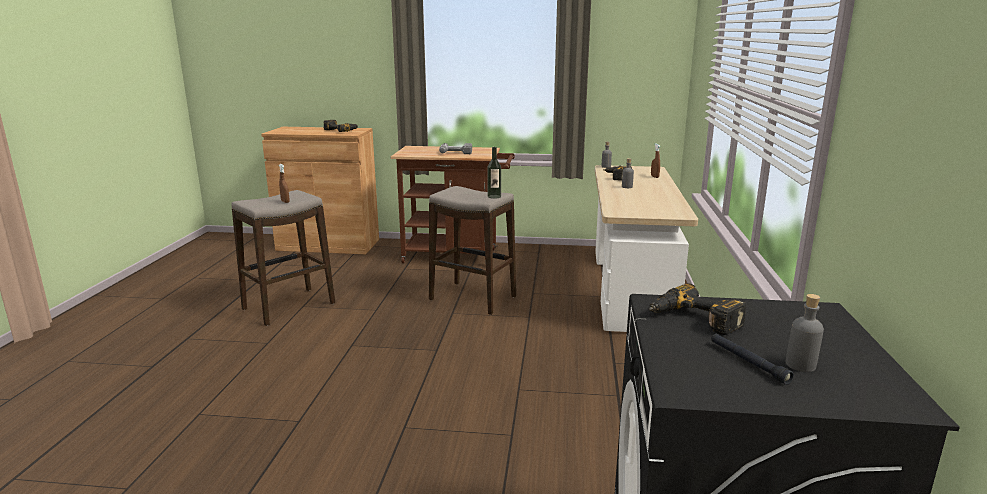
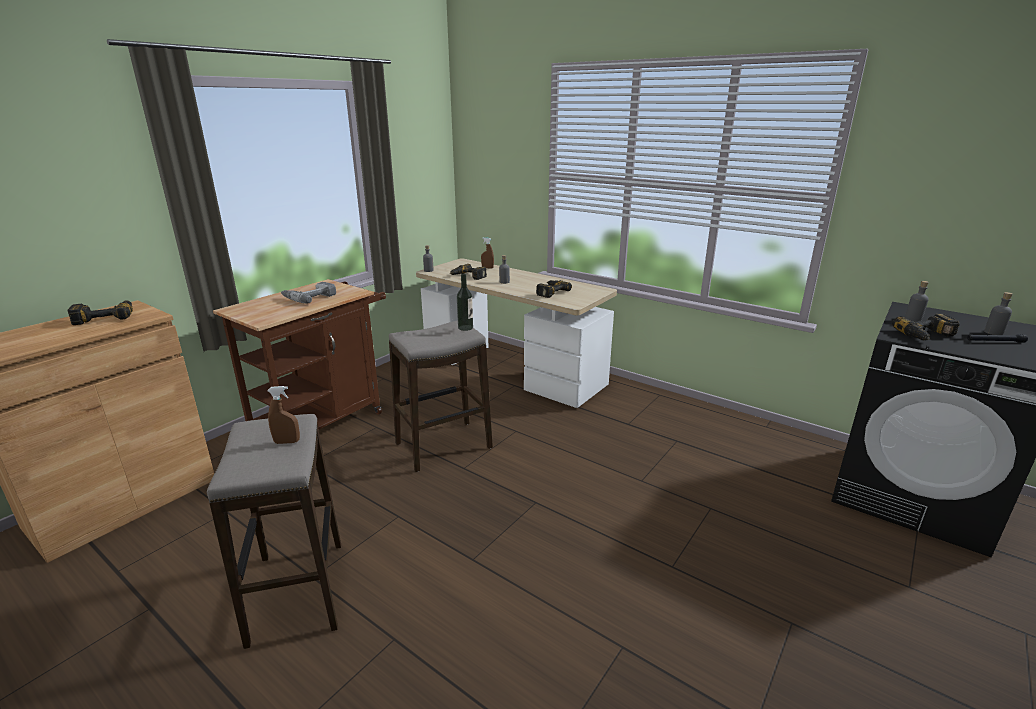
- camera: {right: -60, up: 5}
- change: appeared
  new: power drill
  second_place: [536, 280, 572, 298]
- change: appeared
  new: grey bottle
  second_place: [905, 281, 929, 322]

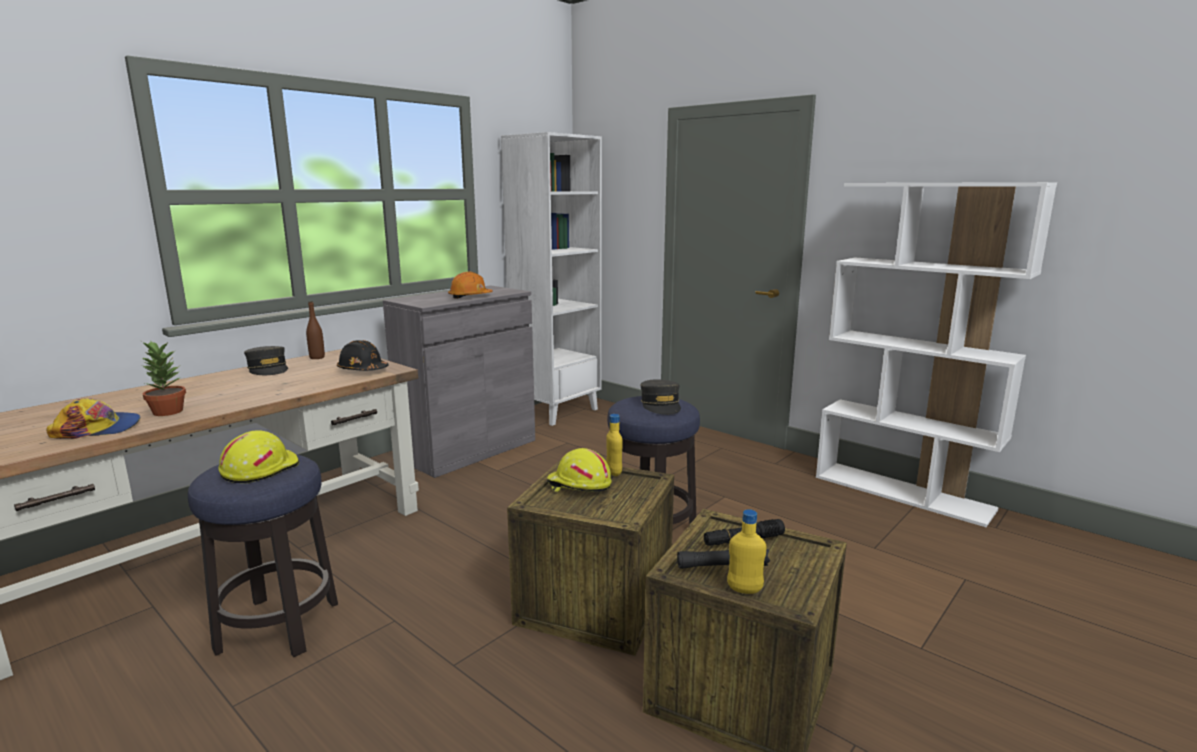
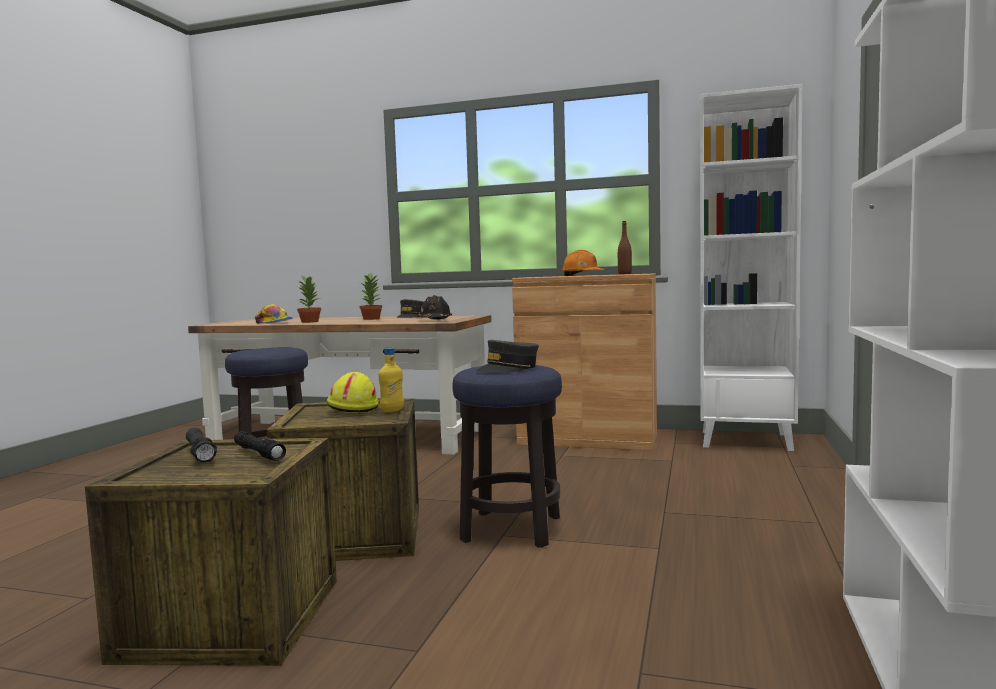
- camera: {right: 65, up: -10}
- change: colour
  old: grey cabinet
  new: brown cabinet
  first_place: [383, 285, 535, 478]
  second_place: [512, 273, 657, 451]
- change: relocated
  old: brown bottle
  first_place: [306, 301, 325, 359]
  second_place: [618, 221, 632, 275]
- change: missing
  old: yellow hard hat
  first_place: [218, 431, 299, 483]
- change: missing
  old: yellow bottle
  first_place: [727, 509, 766, 594]
- change: appeared
  new: potted plant
  second_place: [360, 273, 382, 320]

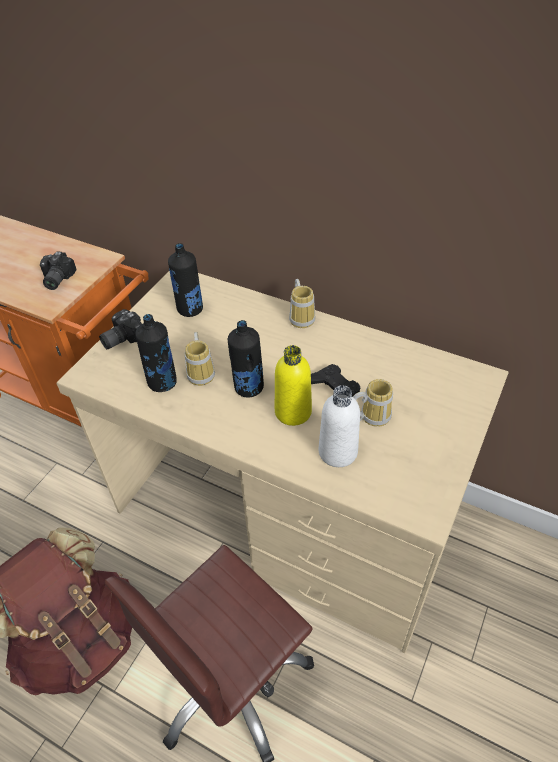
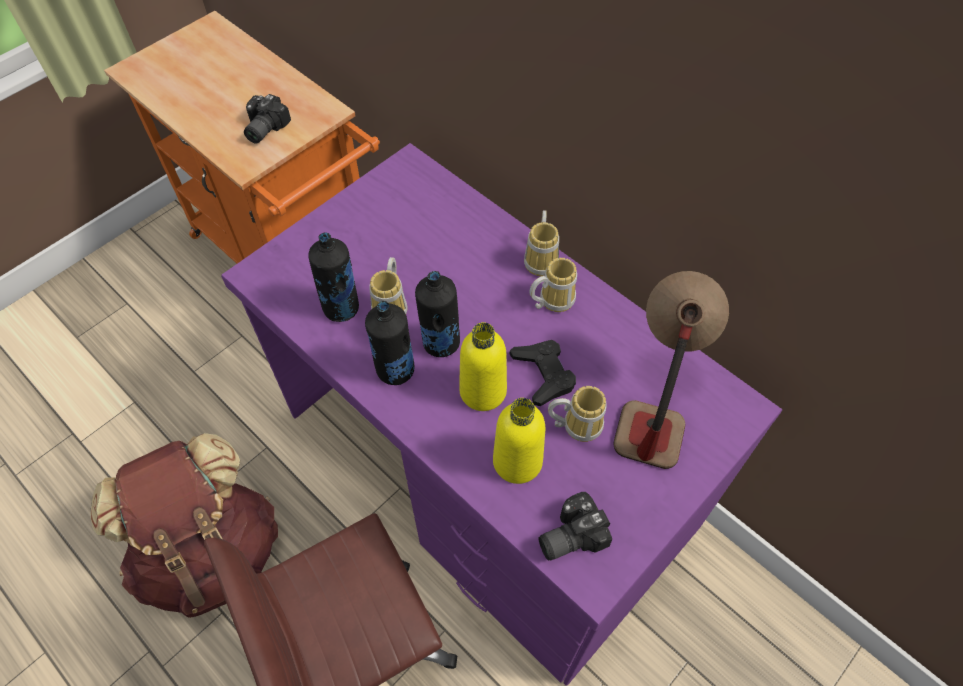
- camera: {right: 15, up: 10}
- change: relocated
  old: black bottle
  first_place: [168, 243, 203, 317]
  second_place: [365, 301, 414, 385]
- change: colour
  old: beige desk
  new: purple desk
  first_place: [57, 271, 509, 653]
  second_place: [221, 143, 782, 685]
- change: relocated
  old: photo camera
  first_place: [99, 309, 142, 349]
  second_place: [538, 492, 612, 561]
- change: colour
  old: white bottle
  new: yellow bottle
  first_place: [319, 385, 360, 467]
  second_place: [493, 398, 545, 484]
- change: appeared
  new: mug
  second_place: [529, 258, 577, 312]
- change: appeared
  new: table lamp
  second_place: [613, 271, 729, 469]

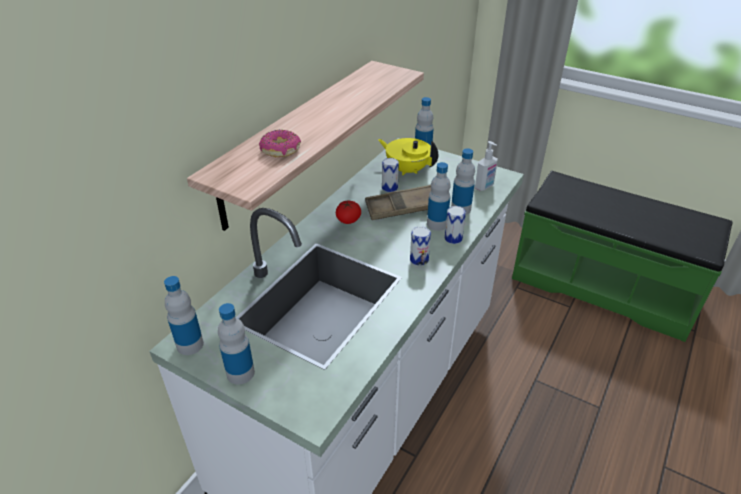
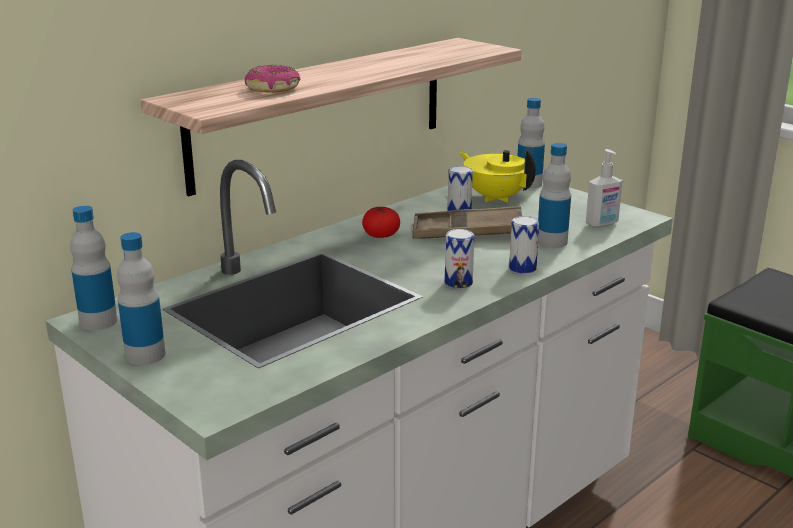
- camera: {right: 15, up: -15}
- change: missing
  old: bottle
  first_place: [427, 162, 451, 231]

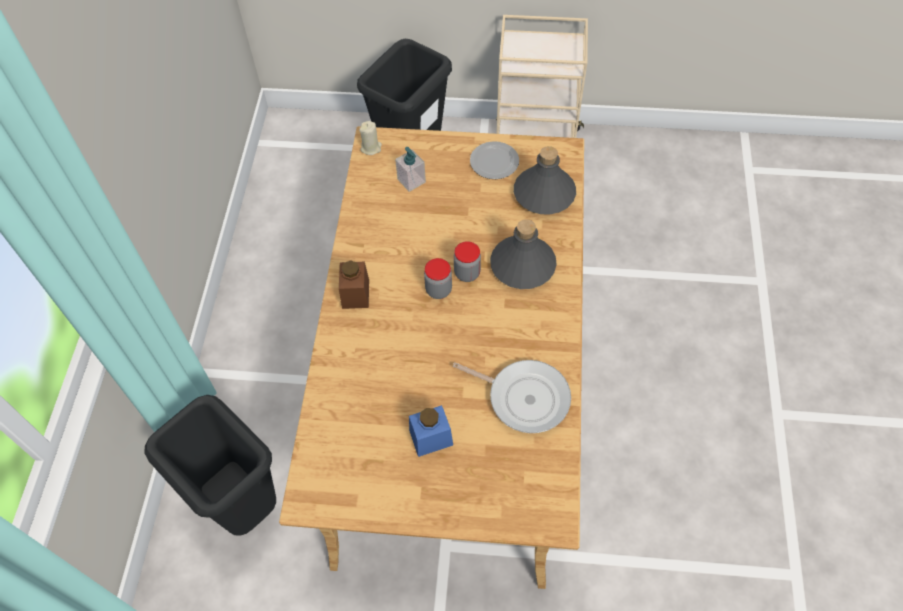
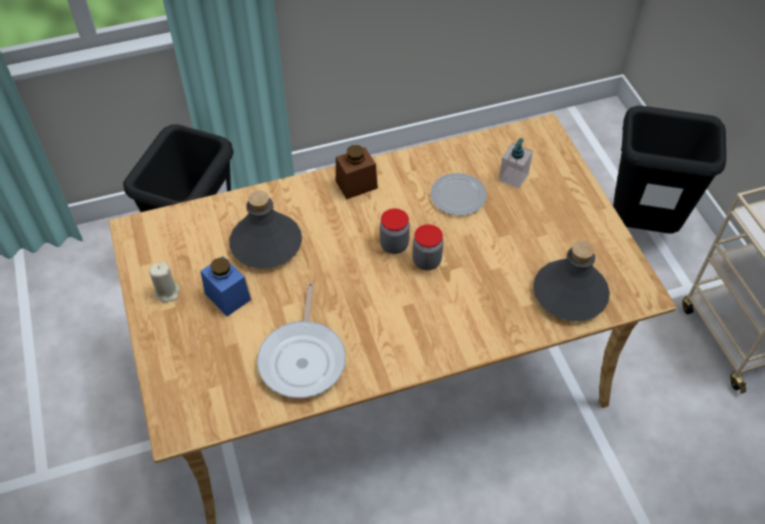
- camera: {right: 65, up: -5}
- change: relocated
  old: beige candle
  first_place: [359, 121, 382, 155]
  second_place: [149, 261, 180, 303]
- change: relocated
  old: plate
  first_place: [470, 141, 519, 179]
  second_place: [430, 173, 487, 216]
- change: relocated
  old: grey bottle
  first_place: [490, 219, 557, 289]
  second_place: [229, 191, 302, 269]

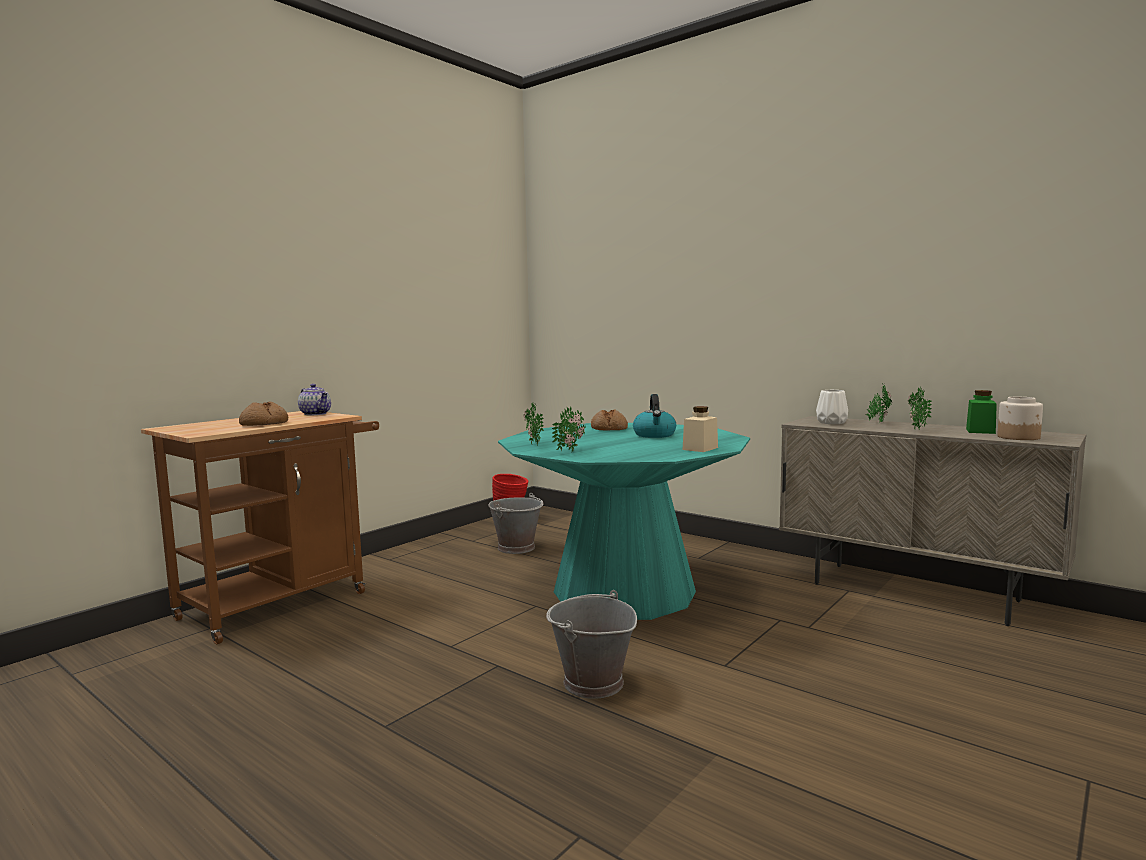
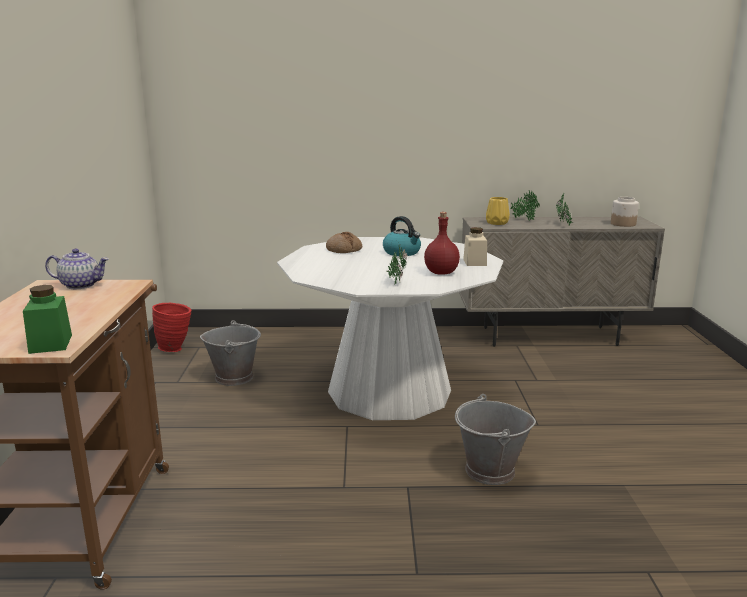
- camera: {right: -40, up: 10}
- change: colour
  old: white vase
  new: yellow vase
  first_place: [816, 390, 848, 424]
  second_place: [486, 197, 510, 225]
- change: relocated
  old: green jar
  first_place: [966, 390, 997, 434]
  second_place: [23, 285, 72, 354]
- change: missing
  old: bread
  first_place: [239, 402, 288, 426]
- change: missing
  old: potted plant
  first_place: [523, 402, 544, 446]
- change: colour
  old: turquoise dining table
  new: white dining table
  first_place: [498, 423, 750, 620]
  second_place: [277, 237, 504, 420]
- change: appeared
  new: red bottle
  second_place: [424, 212, 460, 275]

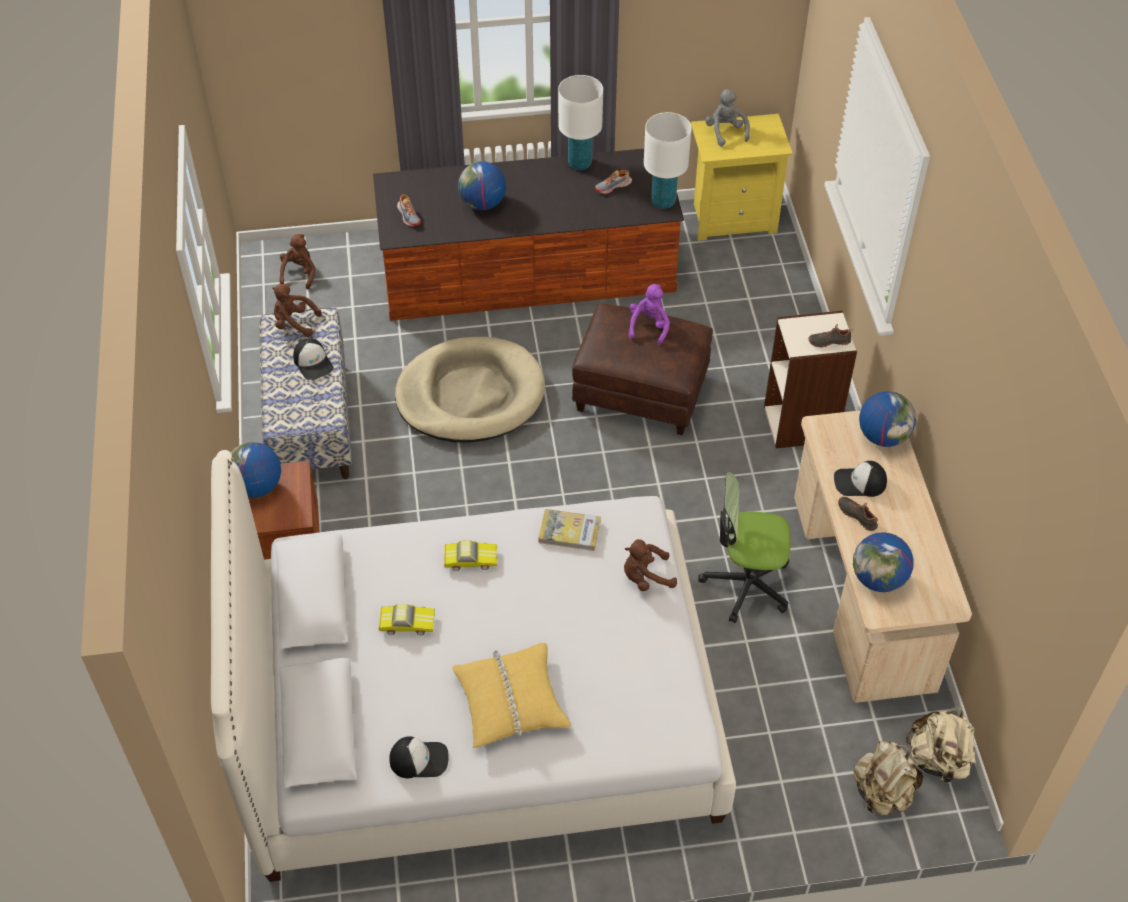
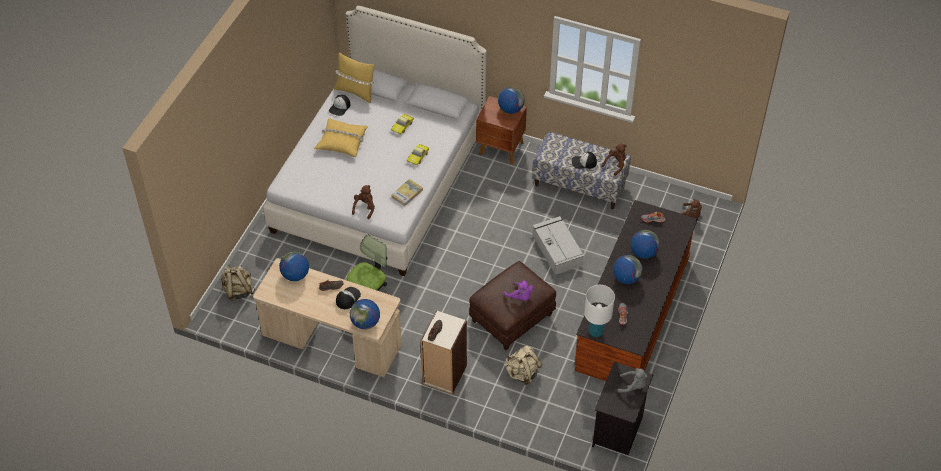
- camera: {right: 120, up: 0}
- change: missing
  old: white table lamp
  first_place: [558, 75, 603, 170]
- change: colour
  old: yellow nightstand
  new: black nightstand
  first_place: [691, 114, 793, 241]
  second_place: [592, 362, 653, 455]
- change: exchanged
  old: beige dog bed
  new: grey storage box
  first_place: [395, 337, 545, 443]
  second_place: [533, 216, 584, 275]
- change: relocated
  old: beige backpack
  first_place: [906, 707, 976, 783]
  second_place: [504, 346, 542, 385]
- change: appeared
  new: yellow pillow
  second_place: [334, 52, 375, 103]
- change: appeared
  new: globe
  second_place: [613, 255, 643, 284]

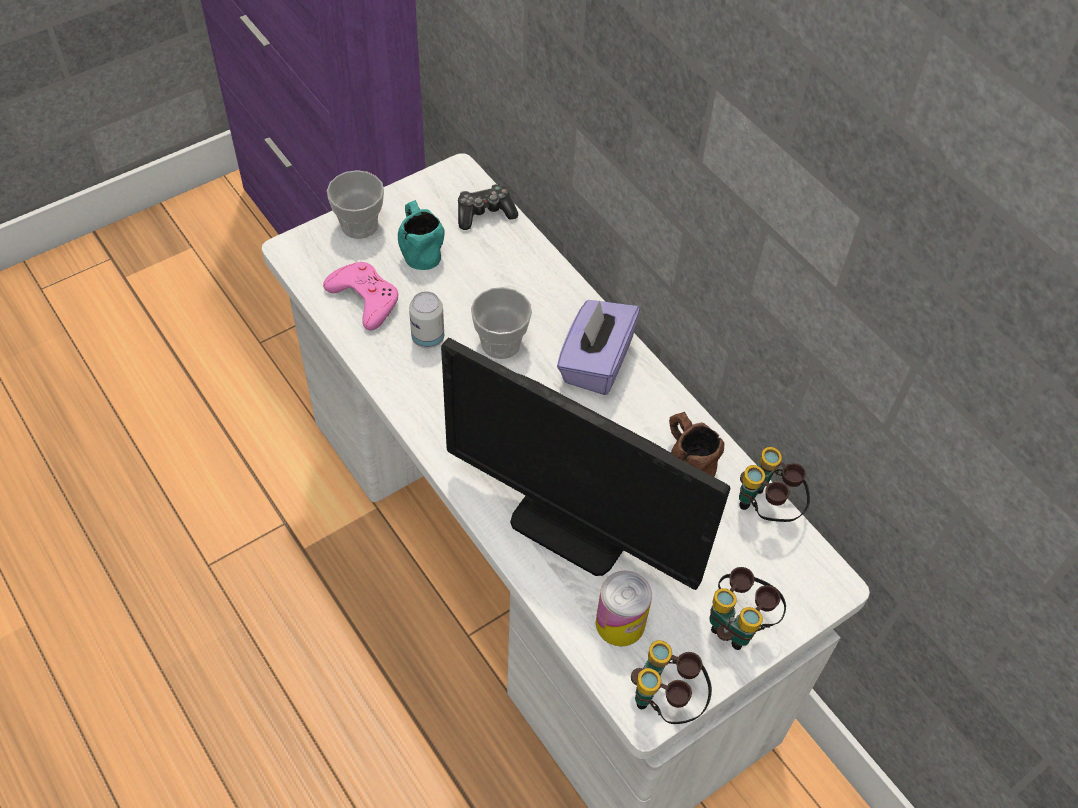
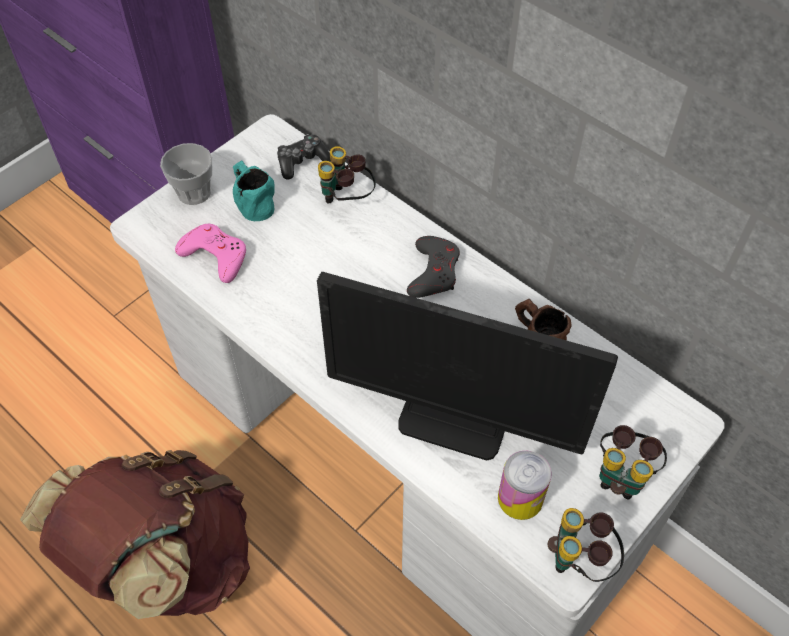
- camera: {right: -10, up: 0}
- change: missing
  old: cup
  first_place: [471, 287, 532, 359]
- change: missing
  old: can
  first_place: [409, 291, 444, 348]
- change: exchanged
  old: purple tissue box
  new: grey game controller
  first_place: [557, 300, 640, 395]
  second_place: [407, 236, 460, 298]
- change: relocated
  old: binoculars
  first_place: [739, 447, 810, 522]
  second_place: [318, 146, 376, 204]
- change: appeared
  new: brown backpack
  second_place: [20, 450, 250, 619]

